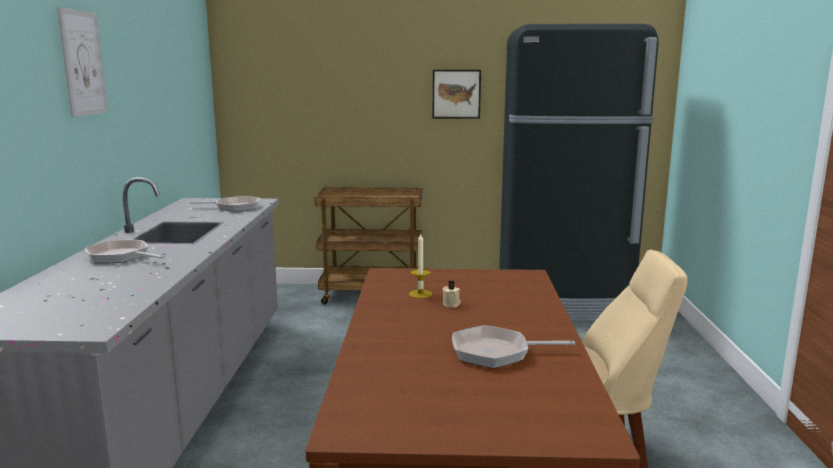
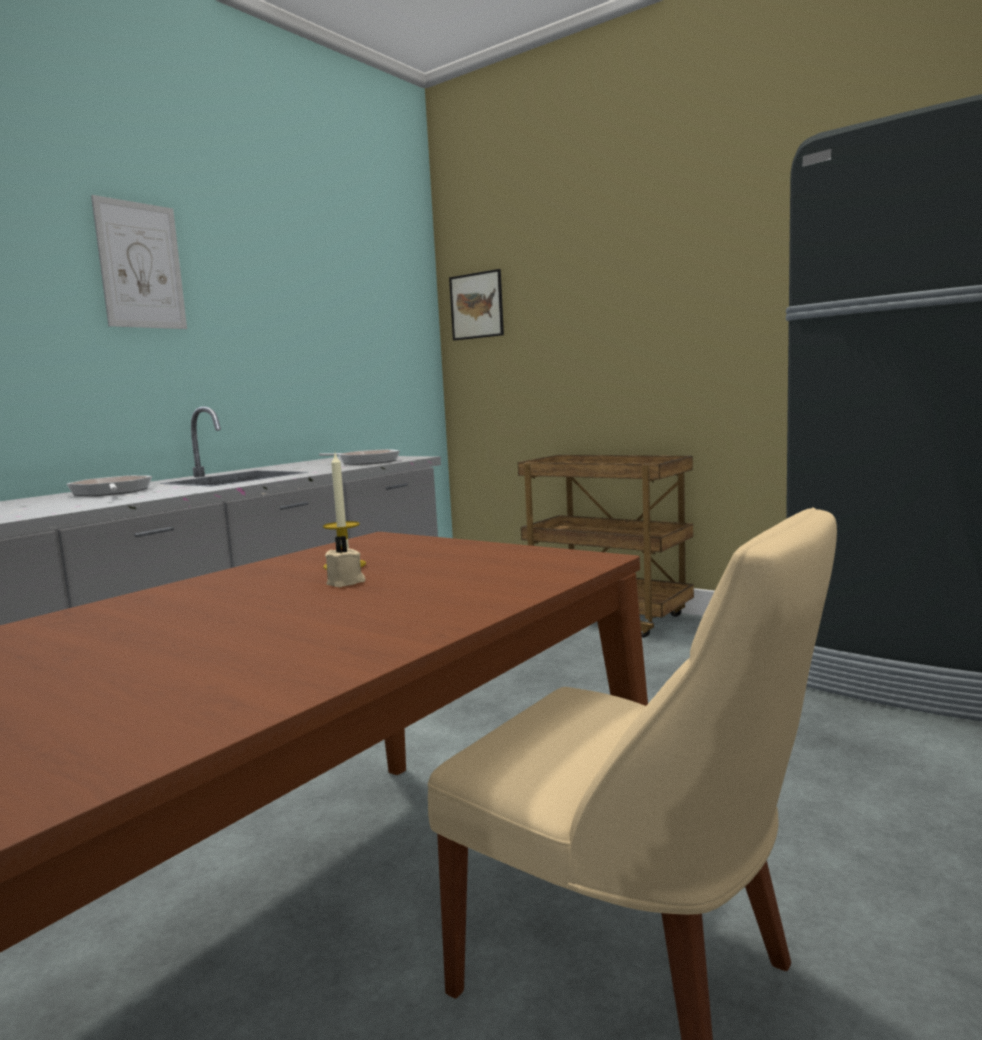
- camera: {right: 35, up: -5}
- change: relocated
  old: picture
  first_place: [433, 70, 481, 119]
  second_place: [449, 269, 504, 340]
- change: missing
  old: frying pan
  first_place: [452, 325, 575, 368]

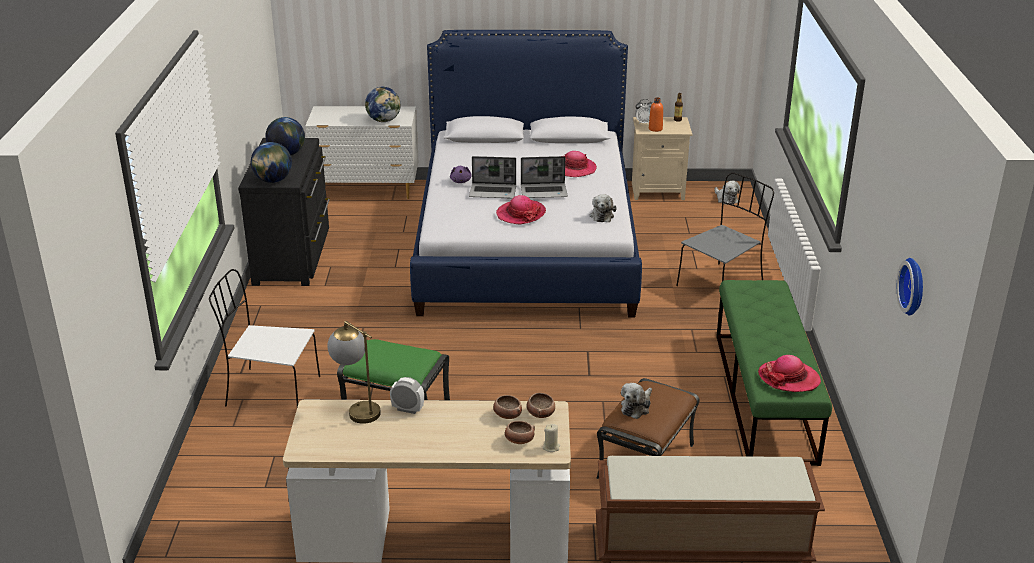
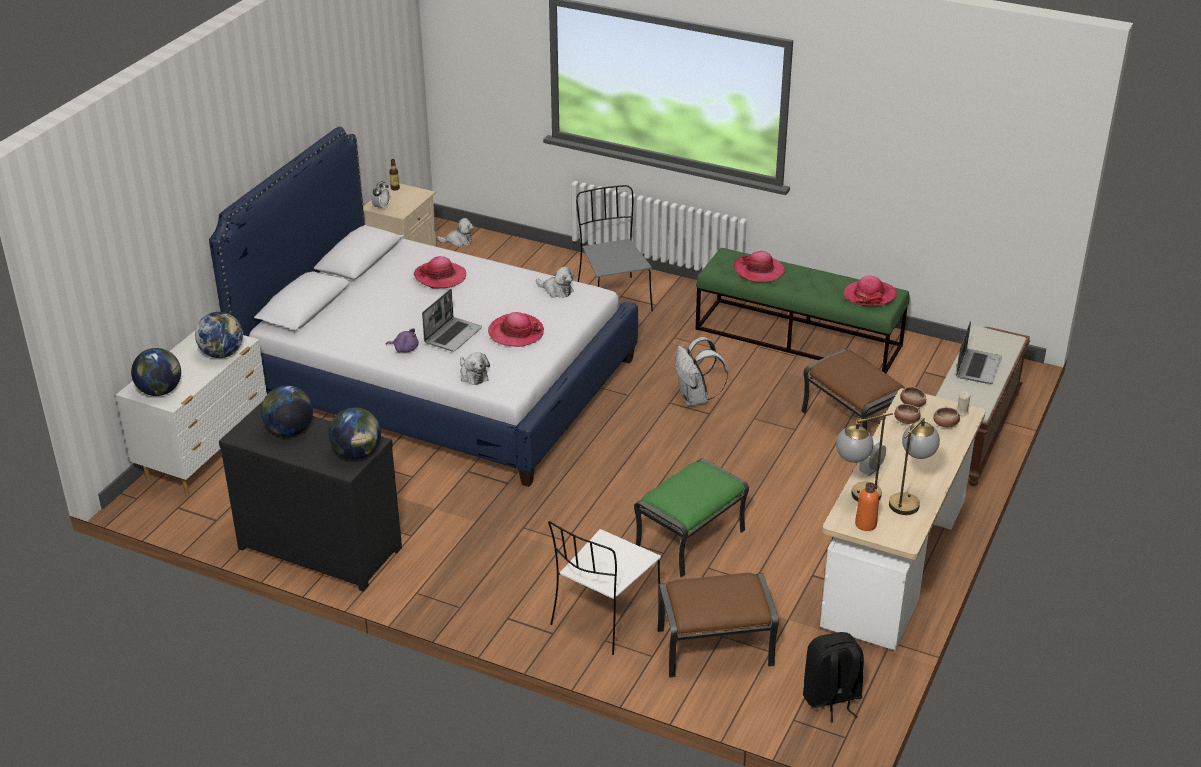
- camera: {right: -65, up: 5}
- change: relocated
  old: orange bottle
  first_place: [649, 97, 663, 132]
  second_place: [855, 482, 879, 531]
- change: relocated
  old: laptop
  first_place: [521, 156, 568, 198]
  second_place: [956, 321, 1002, 384]
- change: missing
  old: wall clock
  first_place: [897, 258, 923, 315]
- change: relocated
  old: plush toy
  first_place: [621, 383, 652, 419]
  second_place: [460, 352, 490, 385]
- change: appeared
  new: hat
  second_place: [734, 251, 785, 282]
- change: appeared
  new: white backpack
  second_place: [675, 337, 728, 406]
- change: appeared
  new: globe
  second_place: [131, 348, 181, 396]
- change: appeared
  new: table lamp
  second_place: [889, 418, 940, 515]
- change: appeared
  new: brown ottoman
  second_place: [657, 573, 779, 678]
- change: appeared
  new: black backpack
  second_place: [803, 632, 864, 723]

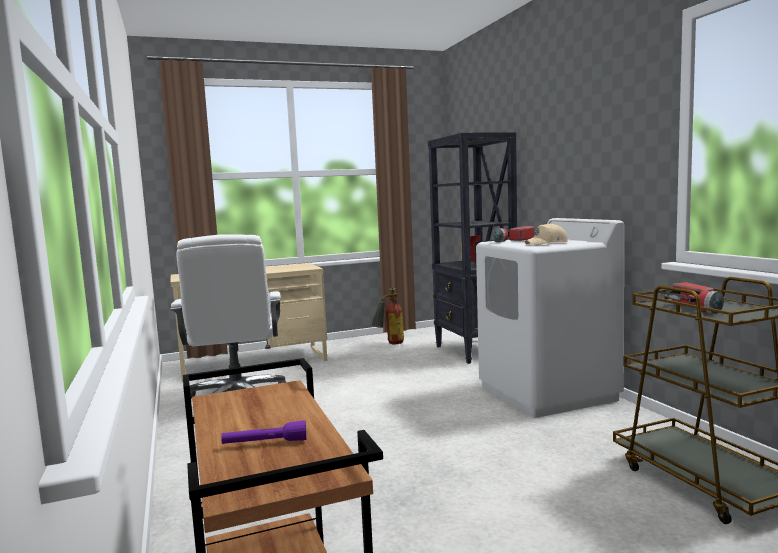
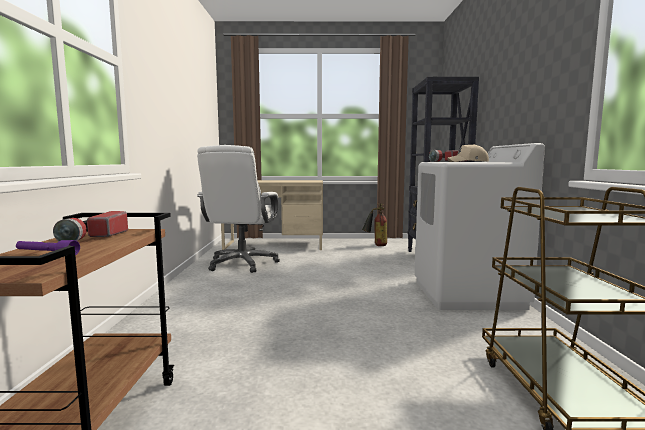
- camera: {right: 20, up: 0}
- change: relocated
  old: flashlight
  first_place: [661, 282, 724, 314]
  second_place: [53, 211, 128, 241]

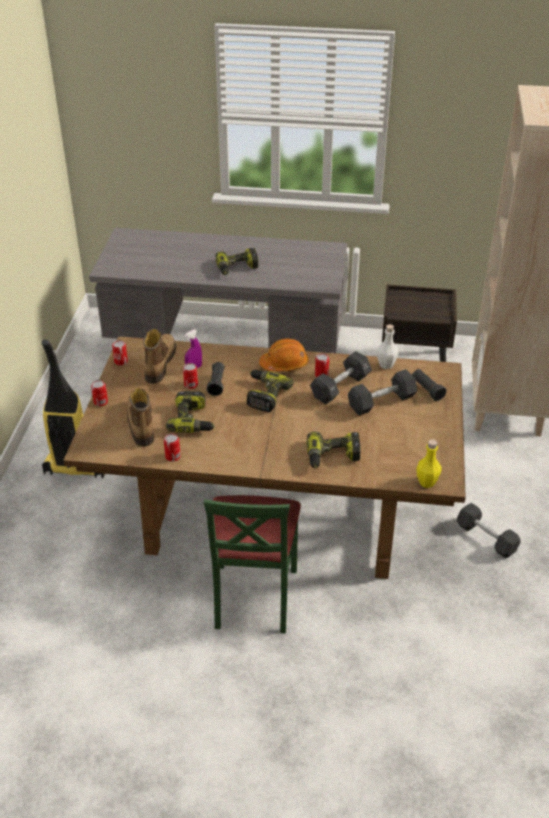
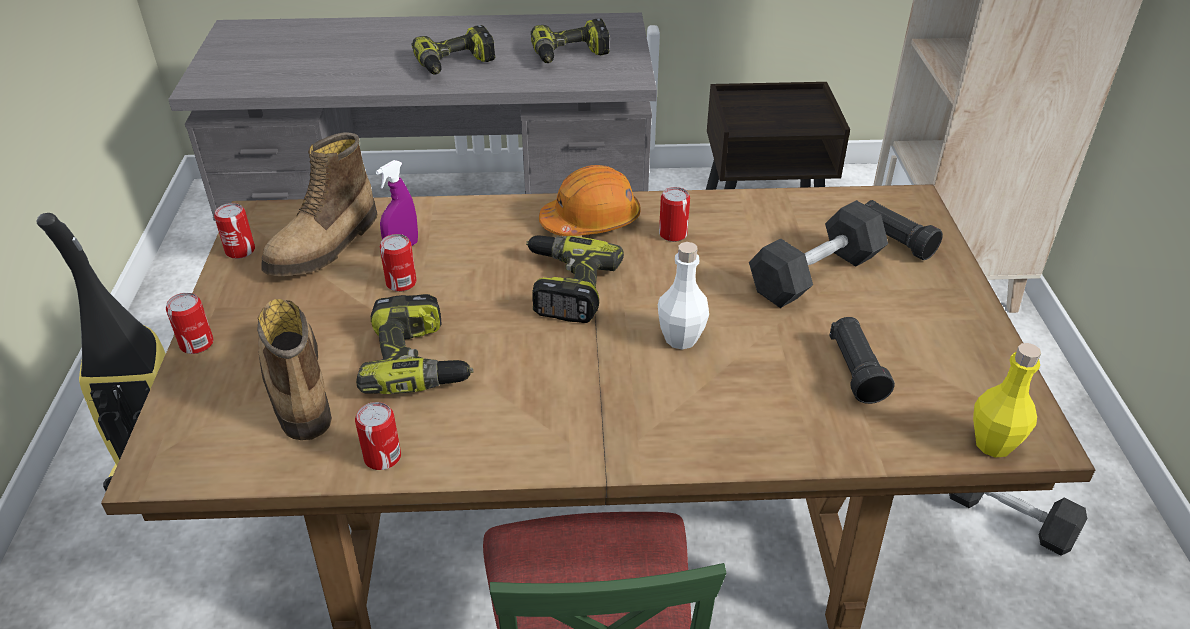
- camera: {right: -10, up: 0}
- change: relocated
  old: white bottle
  first_place: [377, 324, 398, 369]
  second_place: [658, 242, 709, 350]
- change: spun
  old: boot
  first_place: [143, 329, 176, 384]
  second_place: [261, 132, 377, 276]
  degrees: -150
- change: missing
  old: black dumbbell
  first_place: [310, 351, 372, 404]
- change: relocated
  old: black flashlight
  first_place: [207, 362, 225, 396]
  second_place: [829, 317, 895, 404]
- change: relocated
  old: power drill
  first_place: [307, 431, 361, 468]
  second_place: [531, 19, 610, 63]

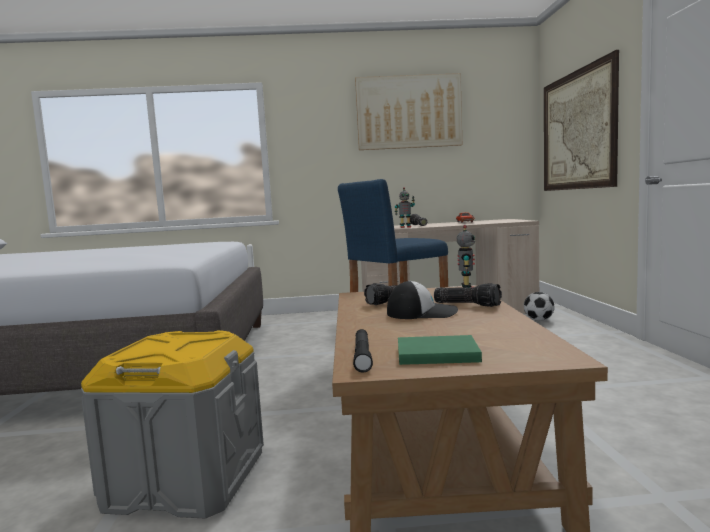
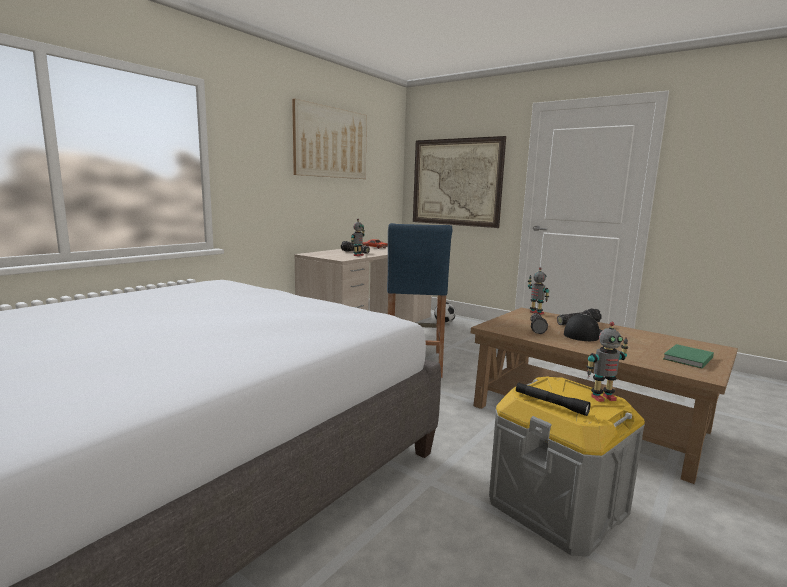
- camera: {right: -50, up: 5}
- change: relocated
  old: black flashlight
  first_place: [353, 329, 373, 373]
  second_place: [516, 383, 591, 416]
- change: appeared
  new: toy robot
  second_place: [586, 322, 628, 402]

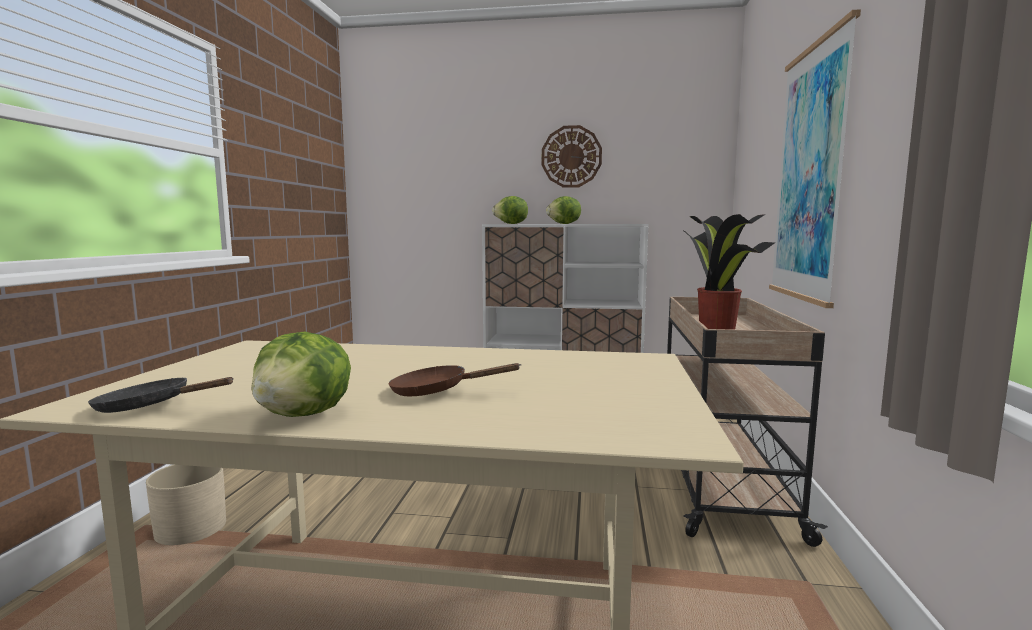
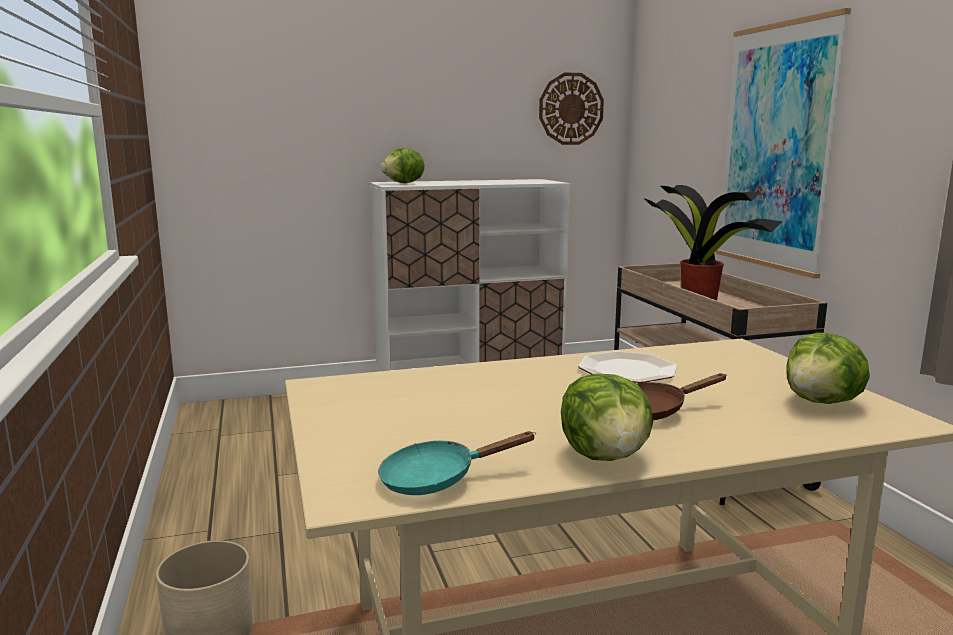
- camera: {right: -25, up: 5}
- change: relocated
  old: wall clock
  first_place: [542, 125, 602, 188]
  second_place: [539, 72, 604, 145]
- change: relocated
  old: lettuce
  first_place: [546, 196, 581, 224]
  second_place: [786, 332, 870, 404]
- change: colour
  old: black frying pan
  new: turquoise frying pan
  first_place: [88, 377, 234, 413]
  second_place: [378, 431, 536, 495]
- change: appeared
  new: plate
  second_place: [578, 351, 677, 383]

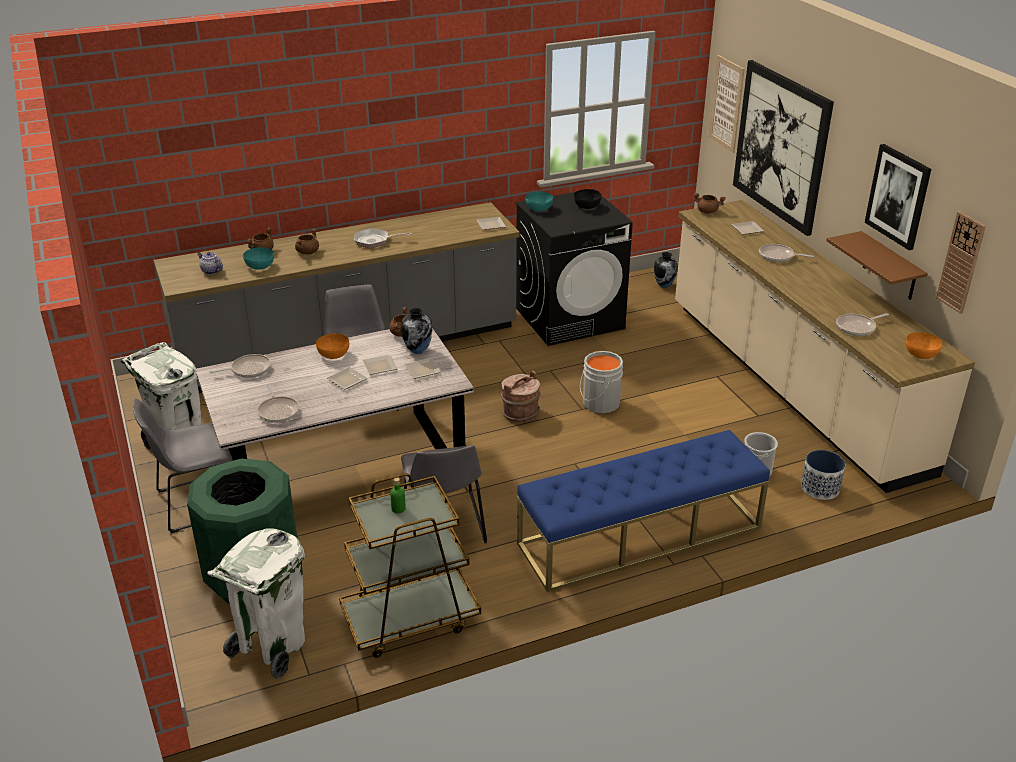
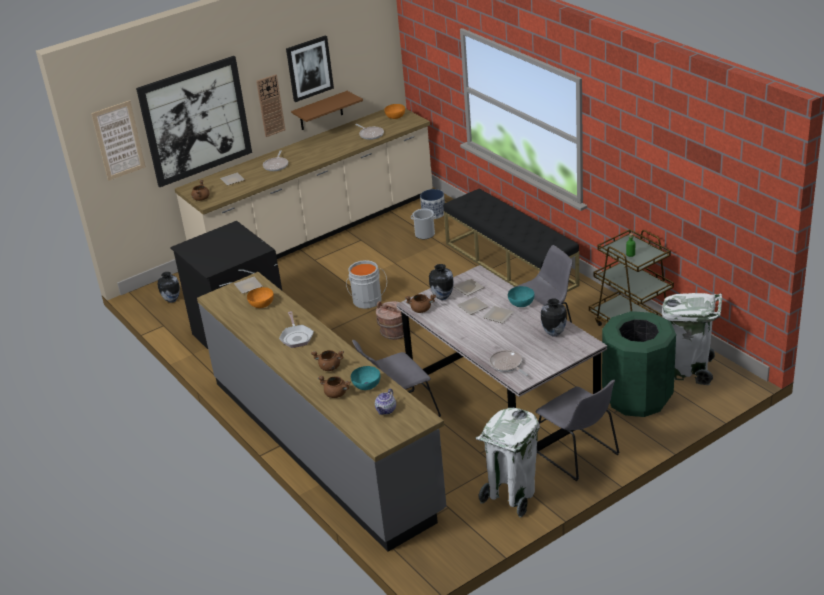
- camera: {right: -100, up: 0}
- change: missing
  old: black bowl
  first_place: [574, 189, 601, 209]
- change: relocated
  old: turquoise bowl
  first_place: [525, 192, 553, 211]
  second_place: [508, 286, 534, 307]
- change: relocated
  old: wall clock
  first_place: [936, 211, 986, 314]
  second_place: [256, 74, 285, 137]
- change: relocated
  old: orange bowl
  first_place: [316, 333, 349, 359]
  second_place: [247, 287, 274, 308]
- change: exchanged
  old: frying pan
  new: vase
  first_place: [257, 385, 299, 423]
  second_place: [541, 298, 567, 337]
- change: colour
  old: blue bench
  new: black bench
  first_place: [517, 430, 770, 592]
  second_place: [443, 189, 580, 292]

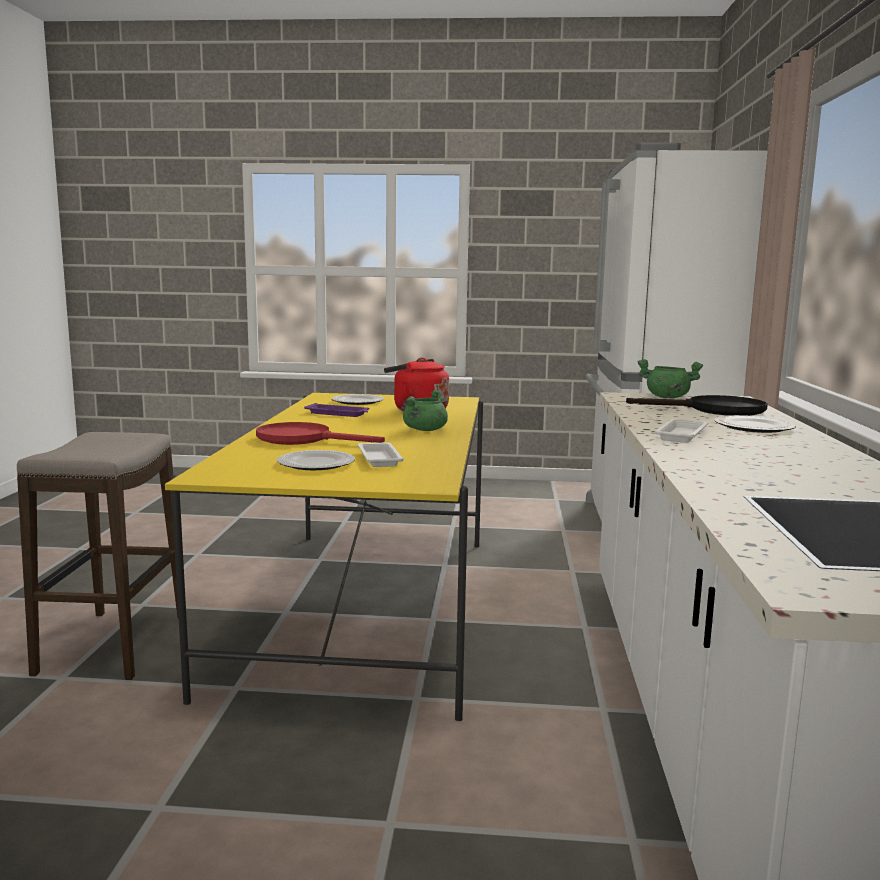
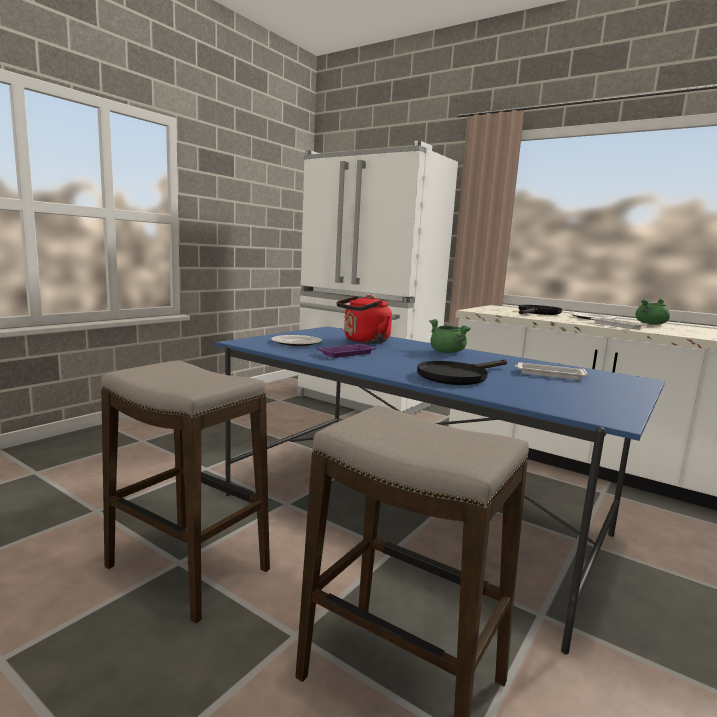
- camera: {right: -60, up: 0}
- change: relocated
  old: green cooking pot
  first_place: [637, 359, 703, 398]
  second_place: [635, 298, 670, 325]
- change: colour
  old: yellow dining table
  new: blue dining table
  first_place: [165, 393, 483, 721]
  second_place: [216, 326, 665, 655]
- change: colour
  old: red frying pan
  new: black frying pan
  first_place: [256, 422, 385, 445]
  second_place: [417, 360, 507, 385]
- change: missing
  old: plate
  first_place: [277, 450, 355, 470]
- change: appeared
  new: stool
  second_place: [101, 361, 270, 623]

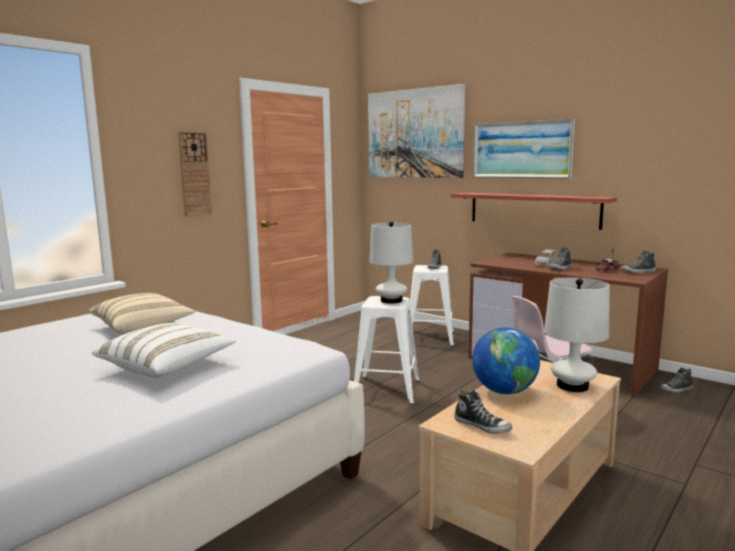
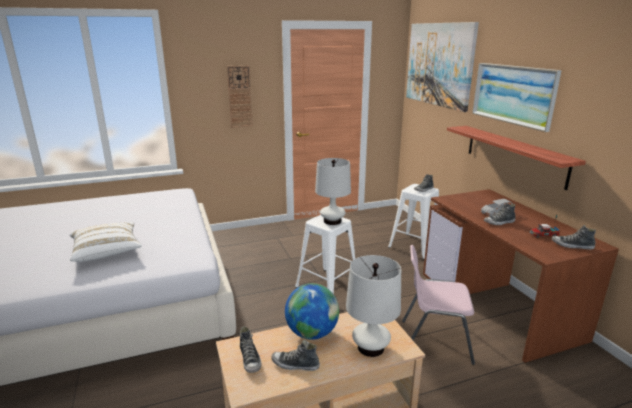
- camera: {right: 30, up: 10}
- change: missing
  old: beige pillow
  first_place: [89, 293, 195, 333]
- change: relocated
  old: shoe
  first_place: [660, 367, 693, 393]
  second_place: [272, 340, 320, 371]

